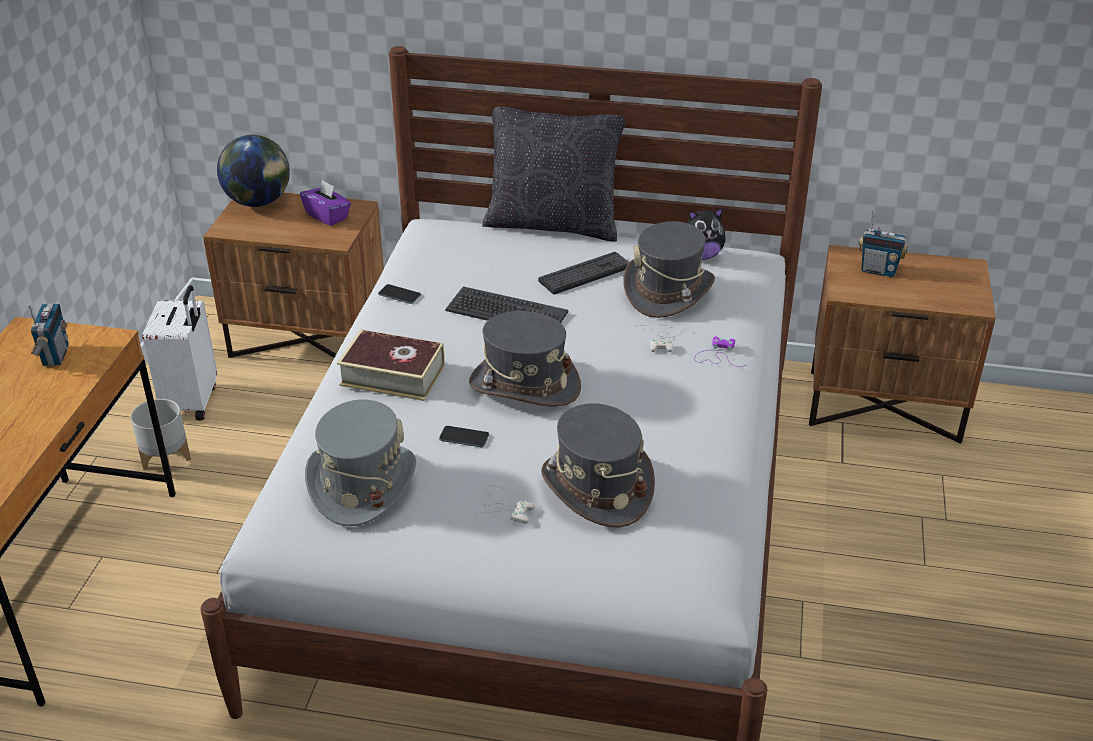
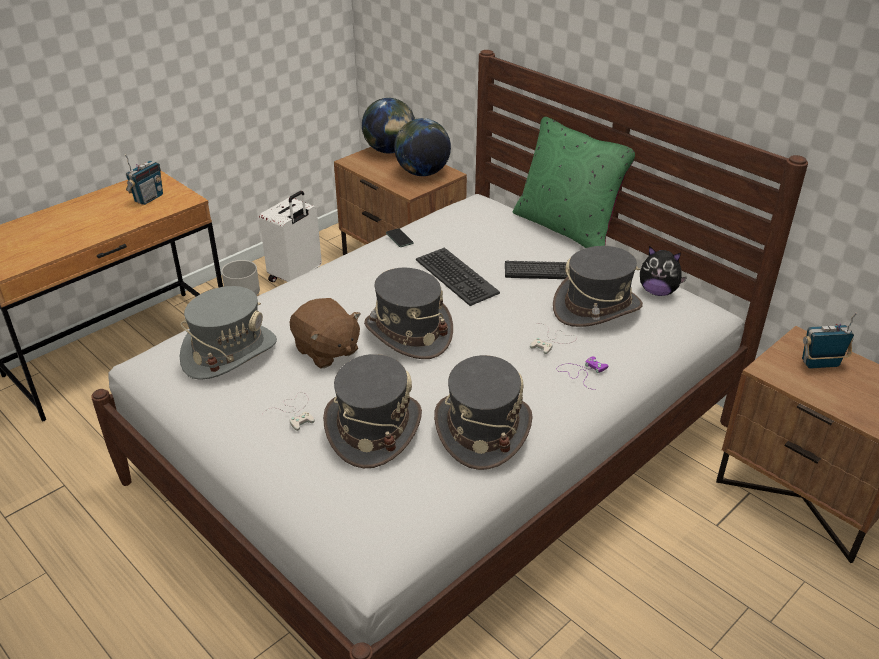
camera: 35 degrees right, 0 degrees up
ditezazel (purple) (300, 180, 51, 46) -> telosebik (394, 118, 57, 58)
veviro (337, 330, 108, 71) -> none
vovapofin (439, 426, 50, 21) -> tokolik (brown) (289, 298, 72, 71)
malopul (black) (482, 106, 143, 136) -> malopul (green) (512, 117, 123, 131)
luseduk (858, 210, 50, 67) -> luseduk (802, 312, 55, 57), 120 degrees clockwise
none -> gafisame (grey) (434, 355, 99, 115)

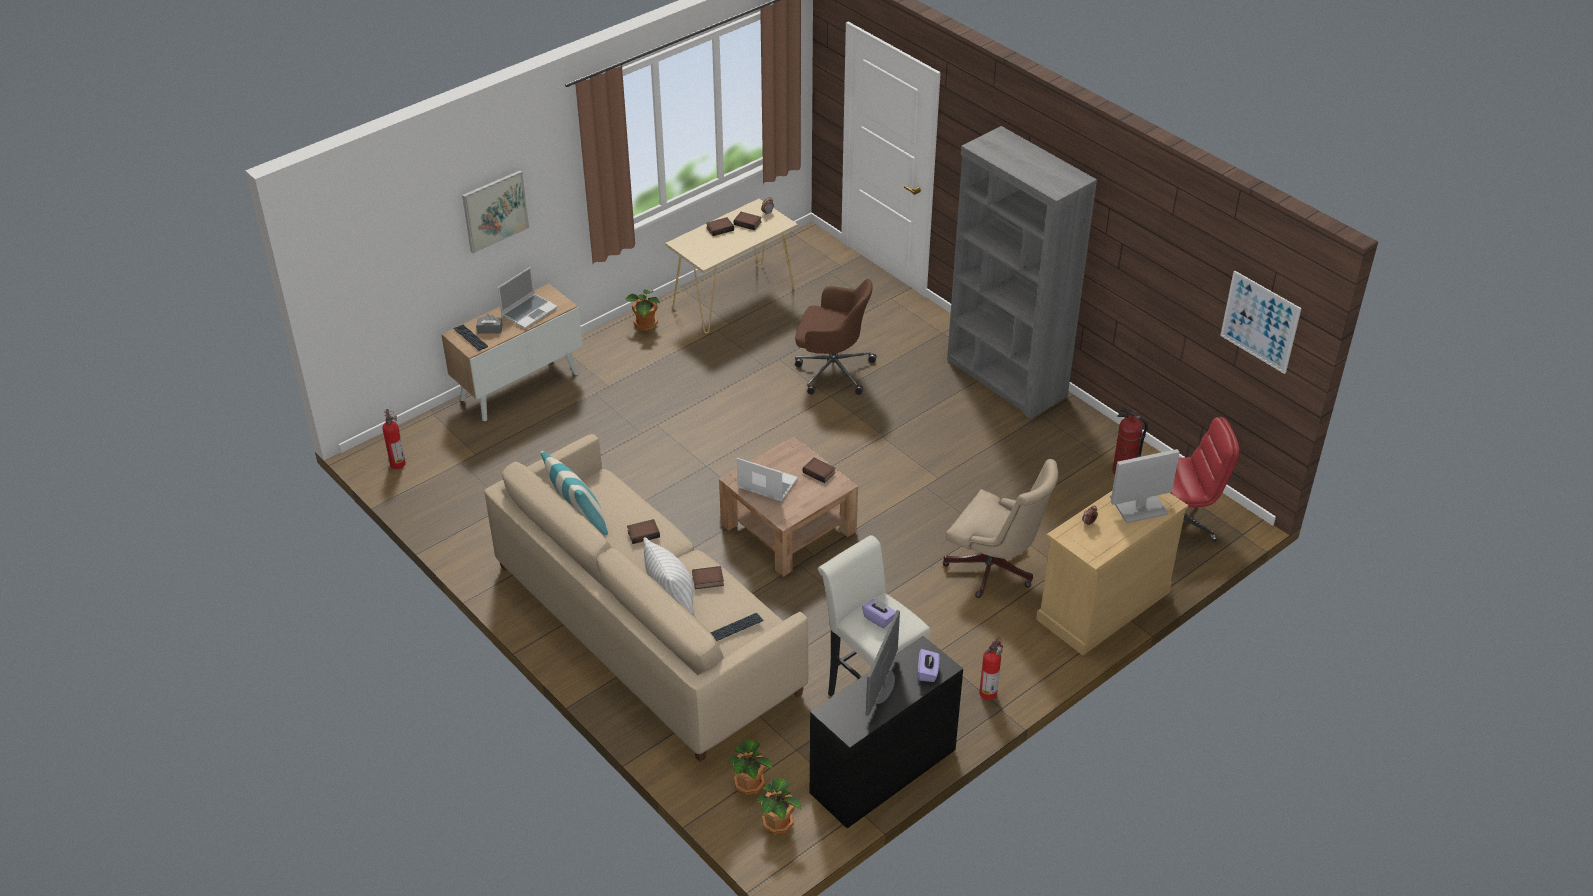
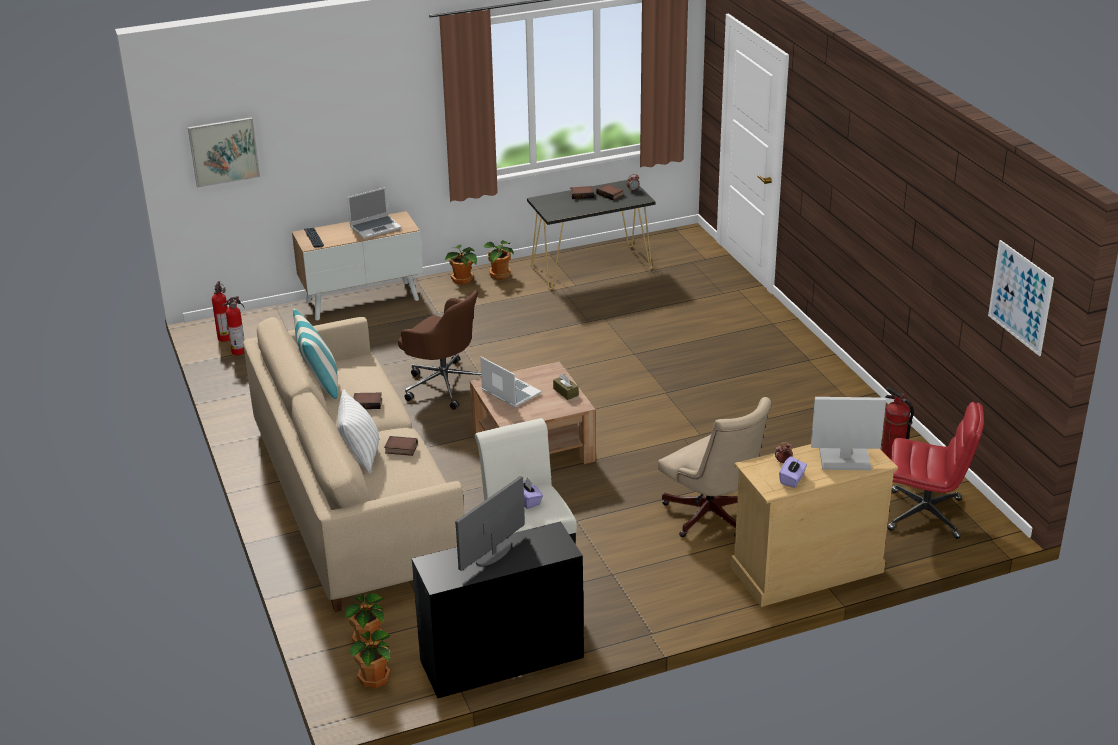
camera: 20 degrees right, 10 degrees down
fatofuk (462, 170, 67, 83) -> fatofuk (188, 117, 72, 71), moved
ditezazel (grey) (476, 314, 27, 20) -> none
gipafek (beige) (665, 199, 133, 134) -> gipafek (black) (527, 180, 129, 109)
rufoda (711, 613, 53, 28) -> none
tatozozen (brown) (795, 279, 82, 116) -> tatozozen (brown) (398, 290, 83, 120), moved
veviro (802, 457, 34, 26) -> ditezazel (brown) (553, 374, 26, 26)
ditezazel (purple) (918, 649, 21, 33) -> ditezazel (purple) (779, 456, 28, 32), moved
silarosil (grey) (947, 126, 150, 293) -> none
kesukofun (979, 637, 24, 63) -> kesukofun (222, 296, 22, 59), moved
none -> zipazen (445, 244, 32, 41)

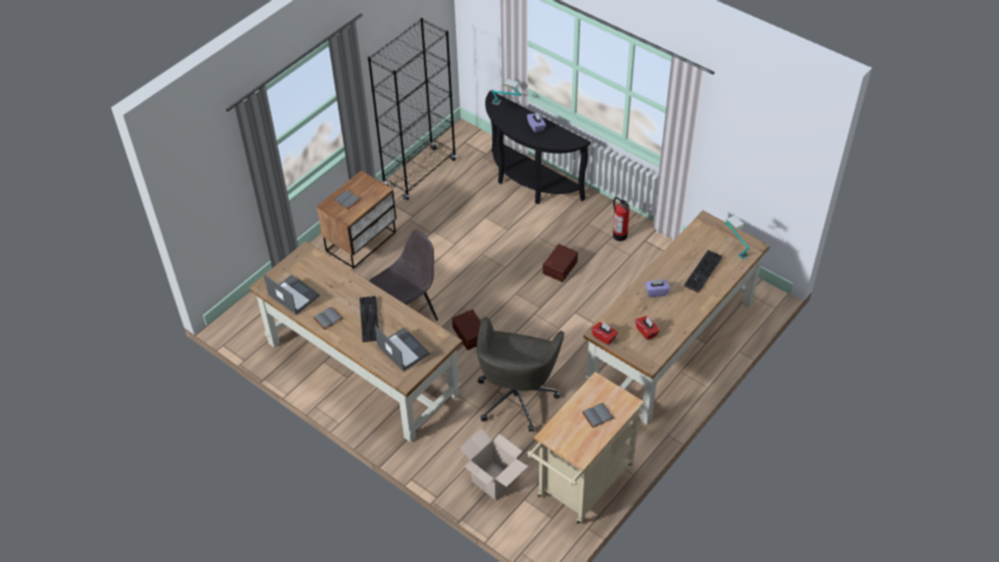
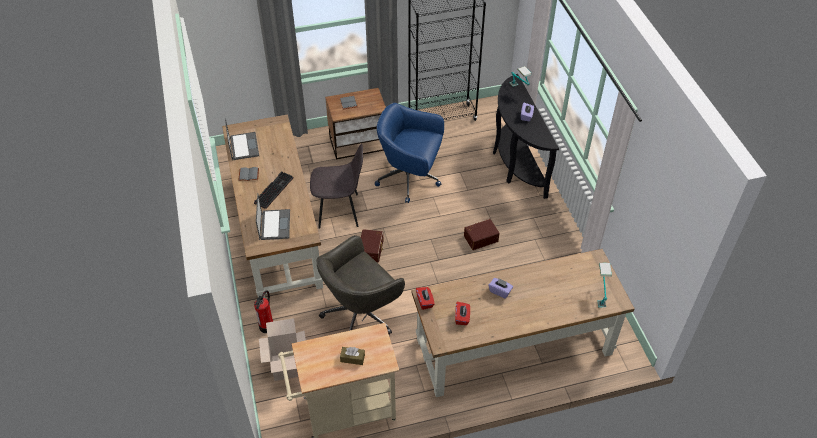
camera: 35 degrees right, 0 degrees up
veviro (grey) (582, 403, 32, 25) -> ditezazel (brown) (340, 347, 25, 18)
kesukofun (613, 197, 17, 44) -> kesukofun (254, 290, 19, 43), moved
rufoda (684, 250, 38, 43) -> none
none -> tatozozen (blue) (375, 103, 69, 100)

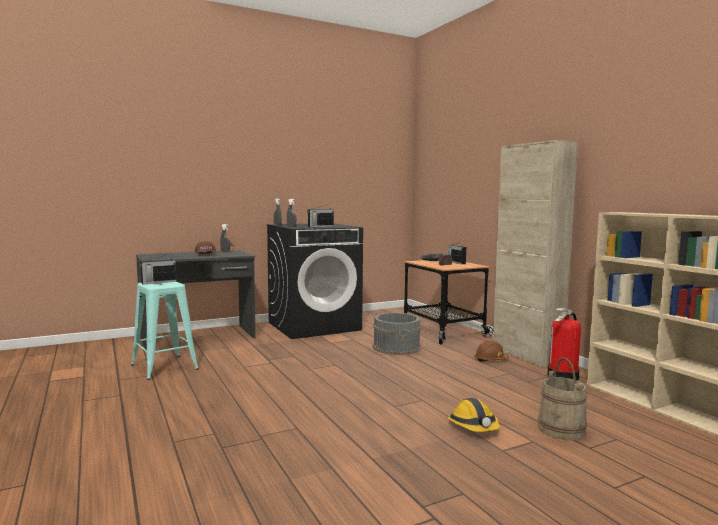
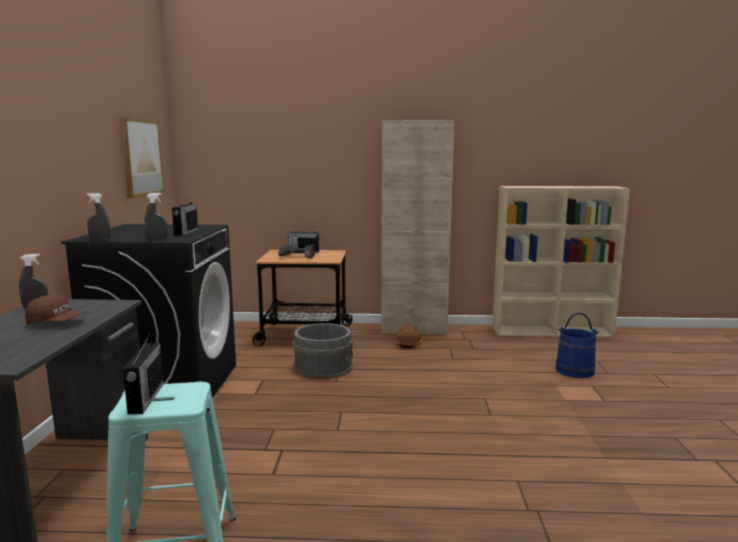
camera: 60 degrees left, 5 degrees up
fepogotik (448, 398, 52, 34) -> none
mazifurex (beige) (538, 358, 49, 83) -> mazifurex (blue) (556, 312, 43, 66)
kesukofun (547, 308, 34, 73) -> none
none -> fatofuk (119, 117, 45, 81)

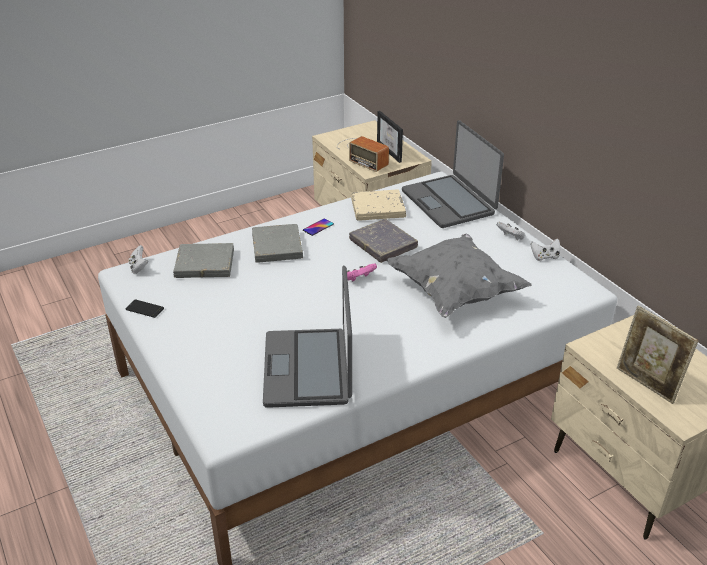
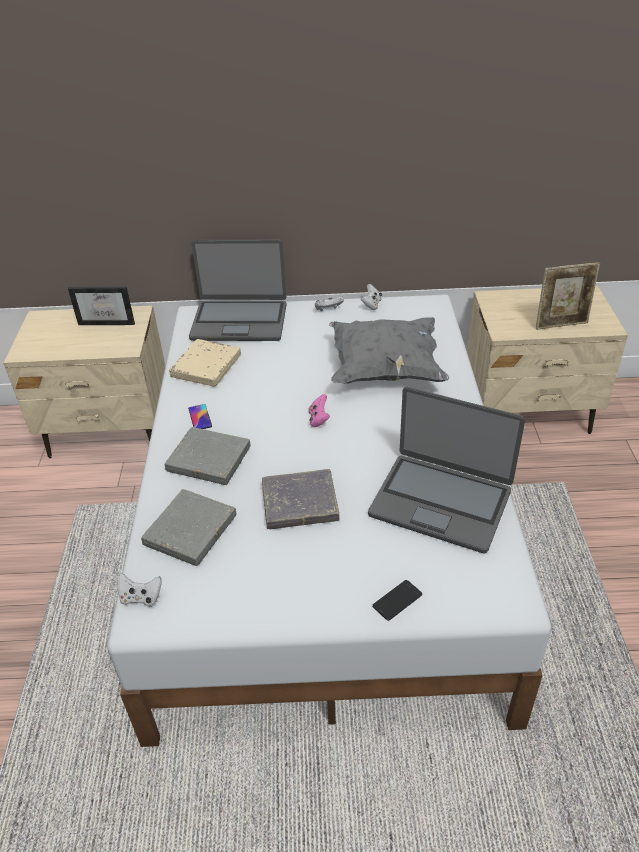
camera: 60 degrees left, 5 degrees up
vovapofin (125, 300, 39, 18) -> vovapofin (372, 580, 50, 41), moved
luseduk (337, 136, 52, 36) -> none
veviro (grey) (349, 219, 69, 44) -> veviro (grey) (262, 469, 78, 60), moved

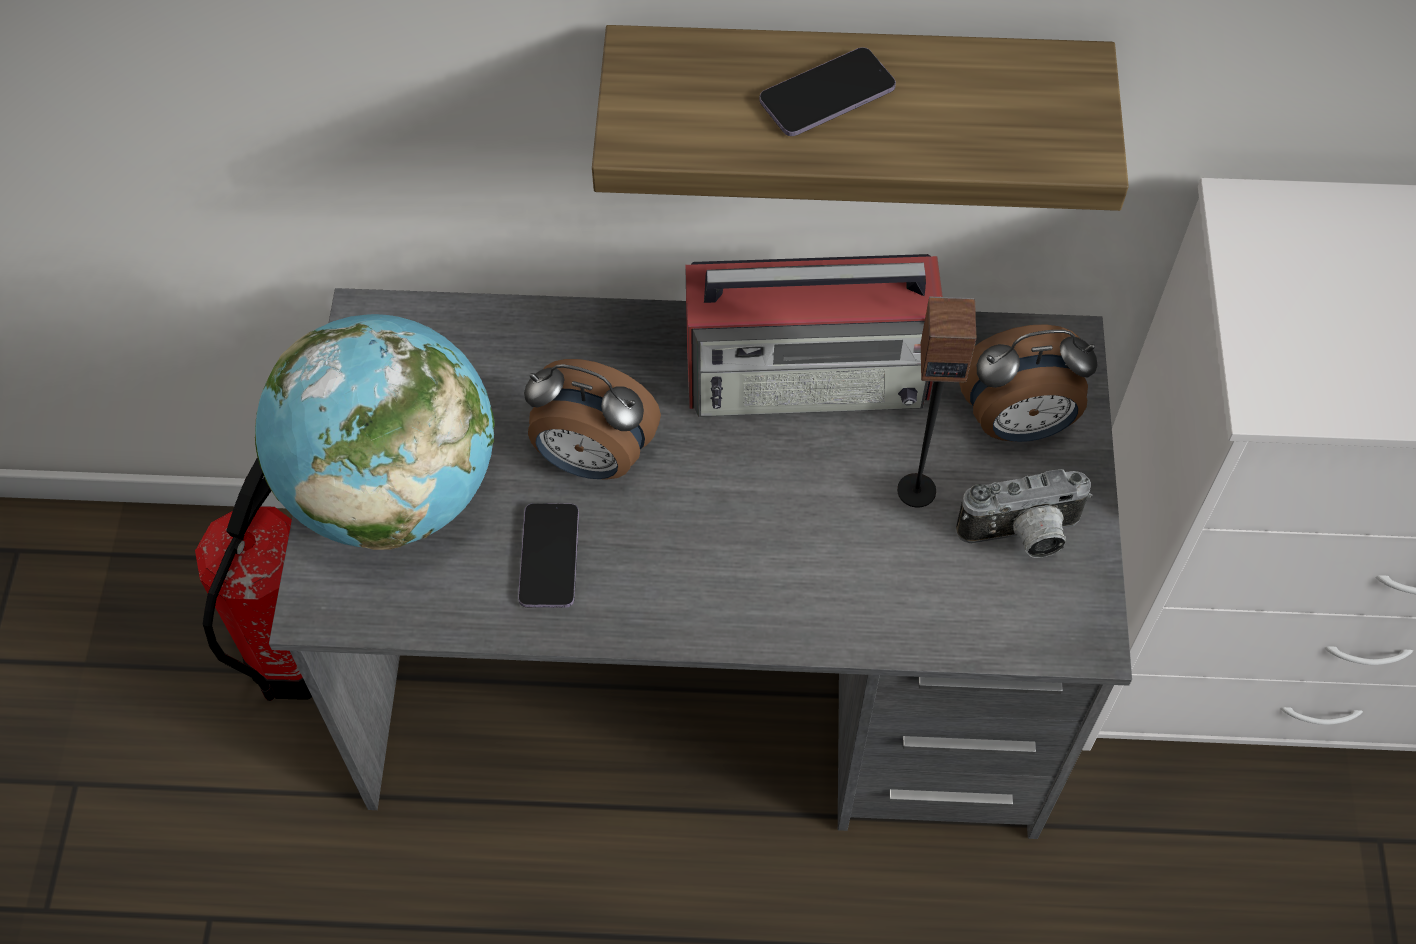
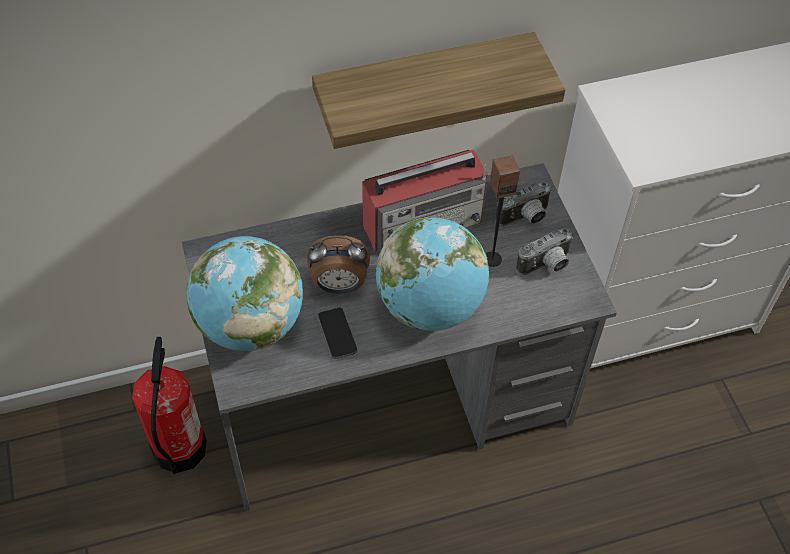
camera: 20 degrees left, 5 degrees down
vovapofin (759, 47, 137, 89) -> none
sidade (959, 324, 139, 118) -> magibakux (496, 182, 56, 44)
none -> telosebik (376, 217, 113, 114)

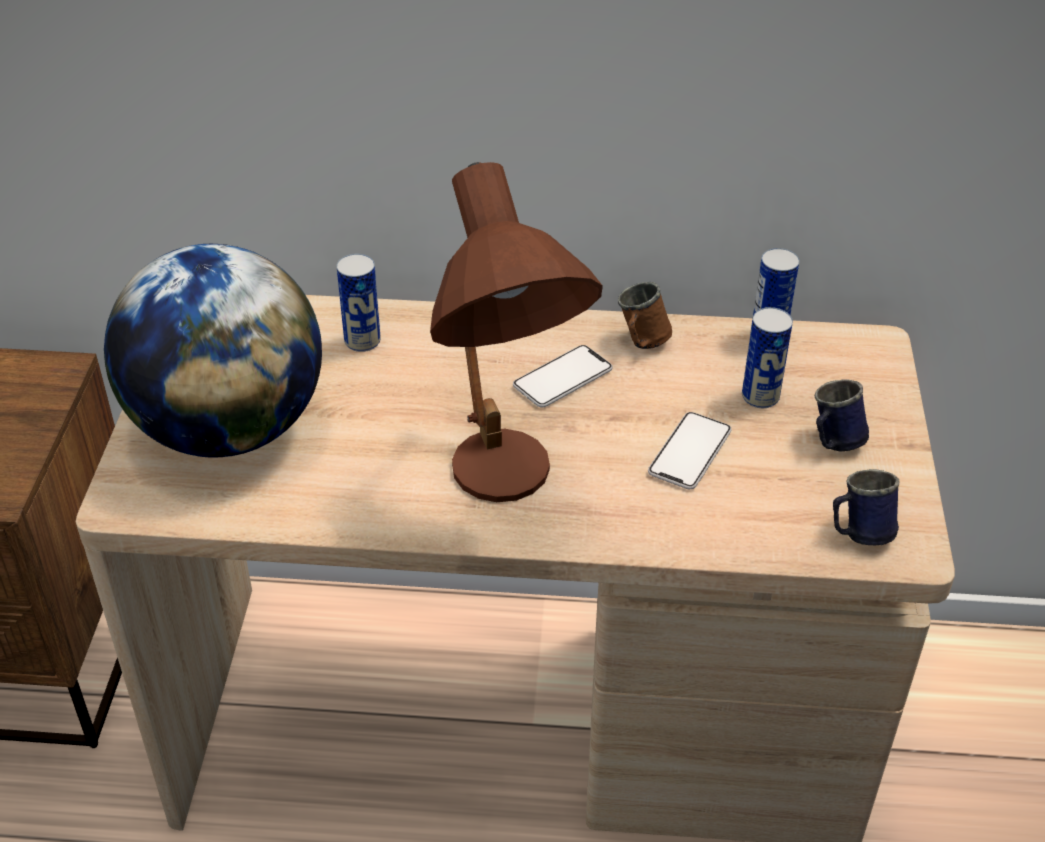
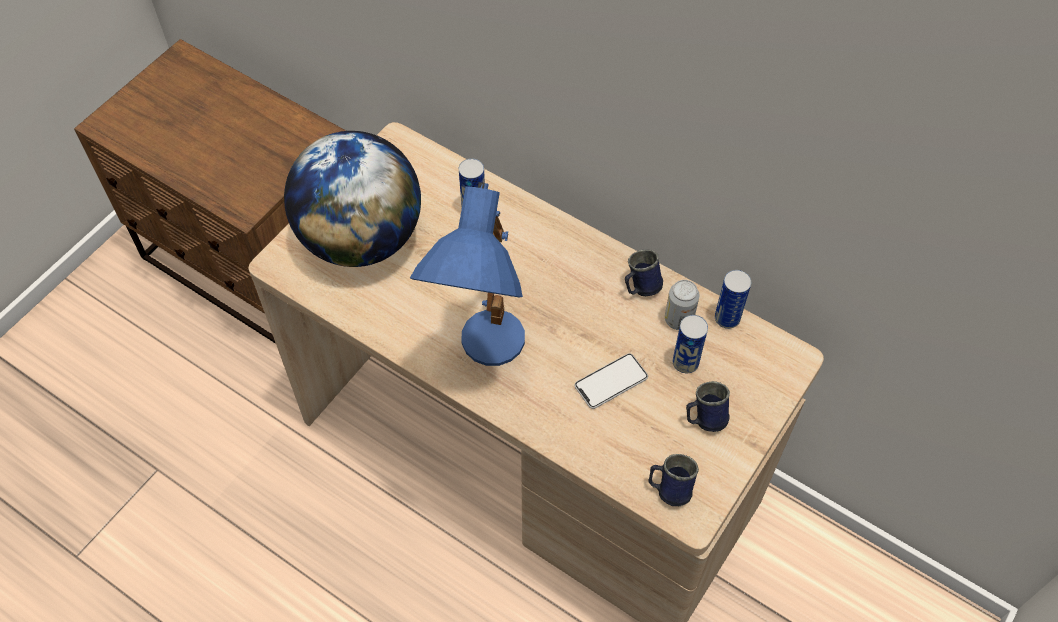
camera: 30 degrees right, 15 degrees up
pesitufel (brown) (430, 162, 173, 340) -> pesitufel (blue) (410, 182, 115, 184)
vovapofin (513, 345, 100, 63) -> none
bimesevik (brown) (618, 282, 54, 67) -> bimesevik (blue) (625, 249, 38, 47)
none -> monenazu (665, 280, 34, 50)

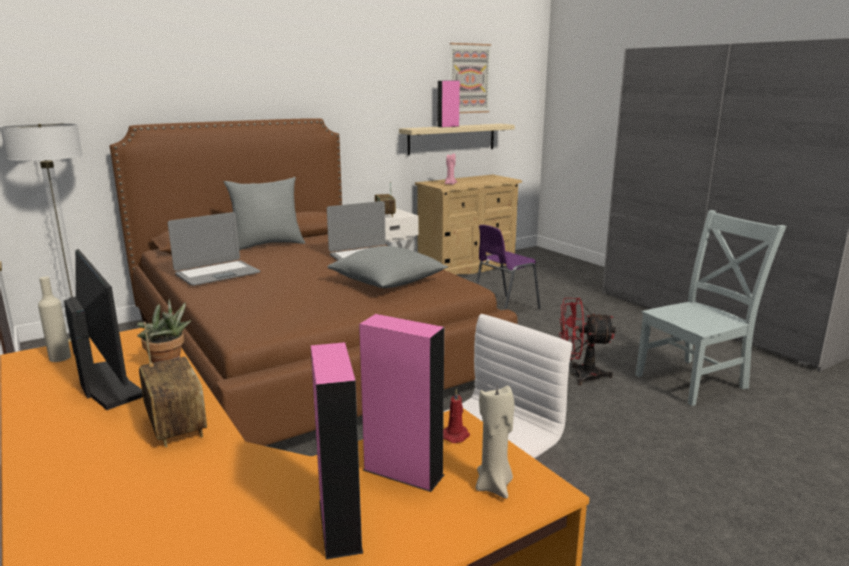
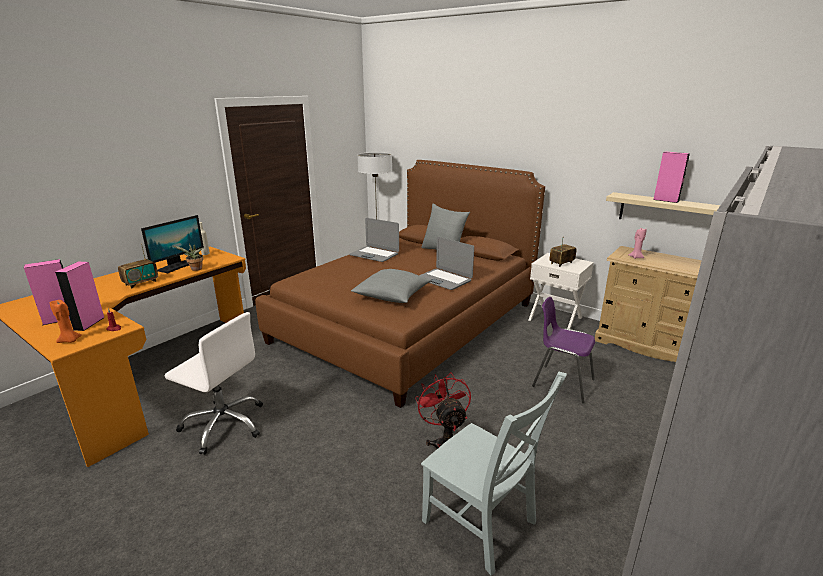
camera: 70 degrees right, 5 degrees up
fatofuk (450, 43, 41, 70) -> none
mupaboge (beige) (476, 385, 38, 114) -> mupaboge (orange) (50, 300, 31, 43)

